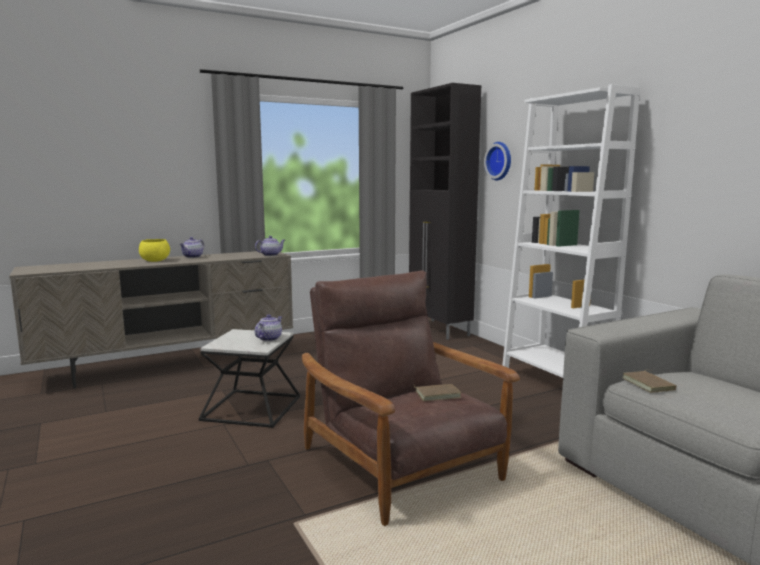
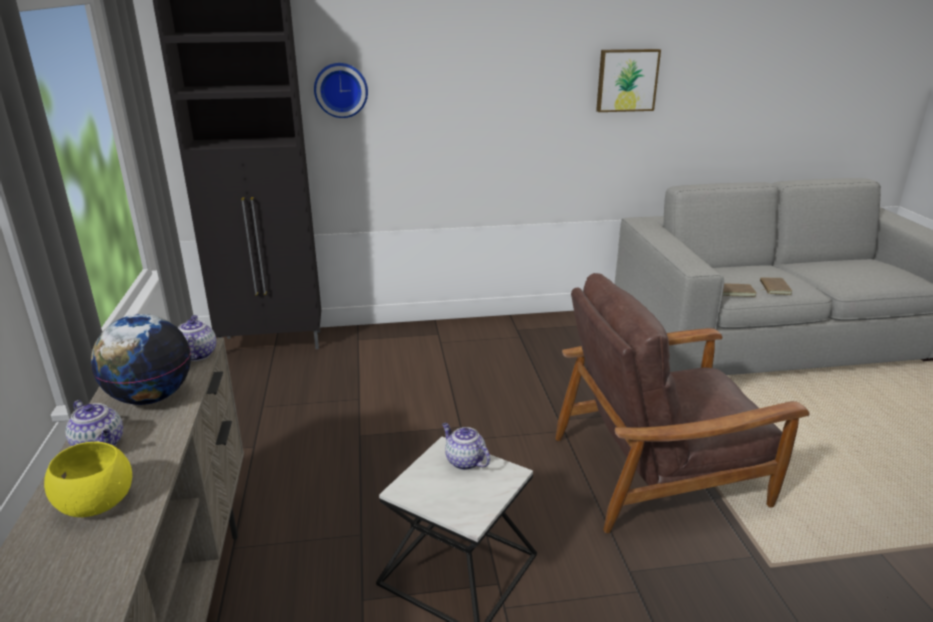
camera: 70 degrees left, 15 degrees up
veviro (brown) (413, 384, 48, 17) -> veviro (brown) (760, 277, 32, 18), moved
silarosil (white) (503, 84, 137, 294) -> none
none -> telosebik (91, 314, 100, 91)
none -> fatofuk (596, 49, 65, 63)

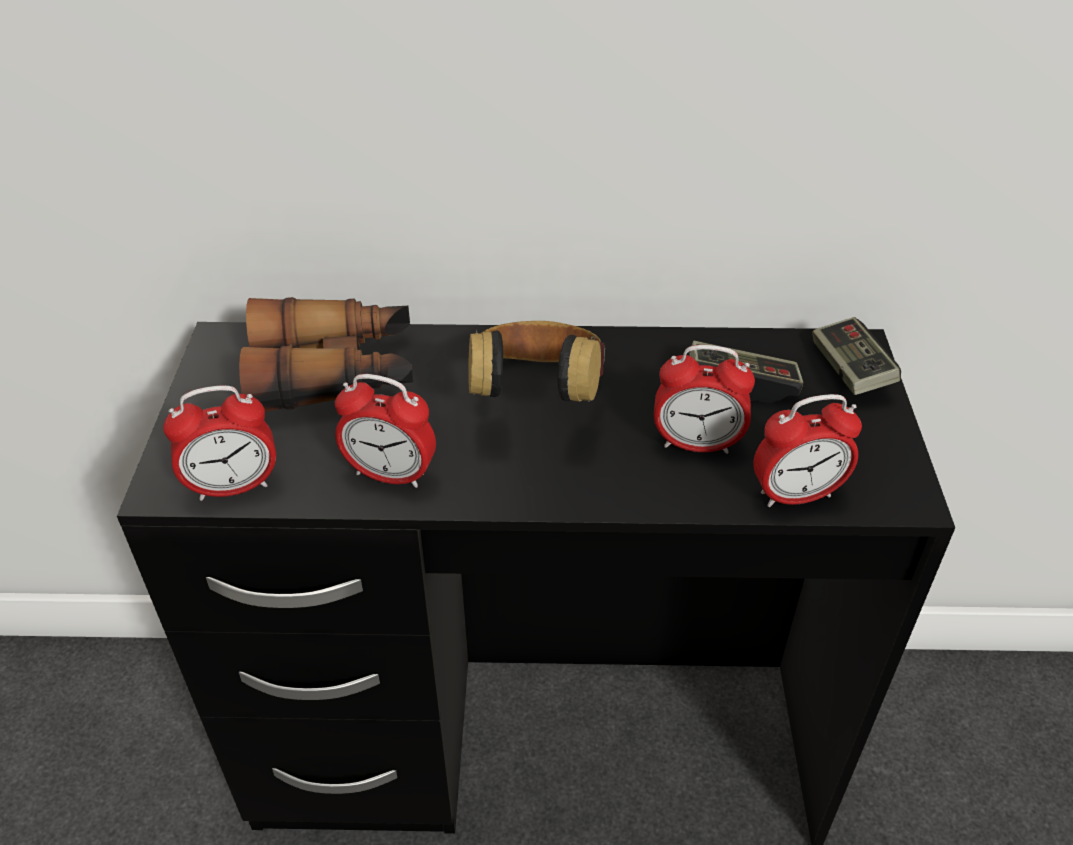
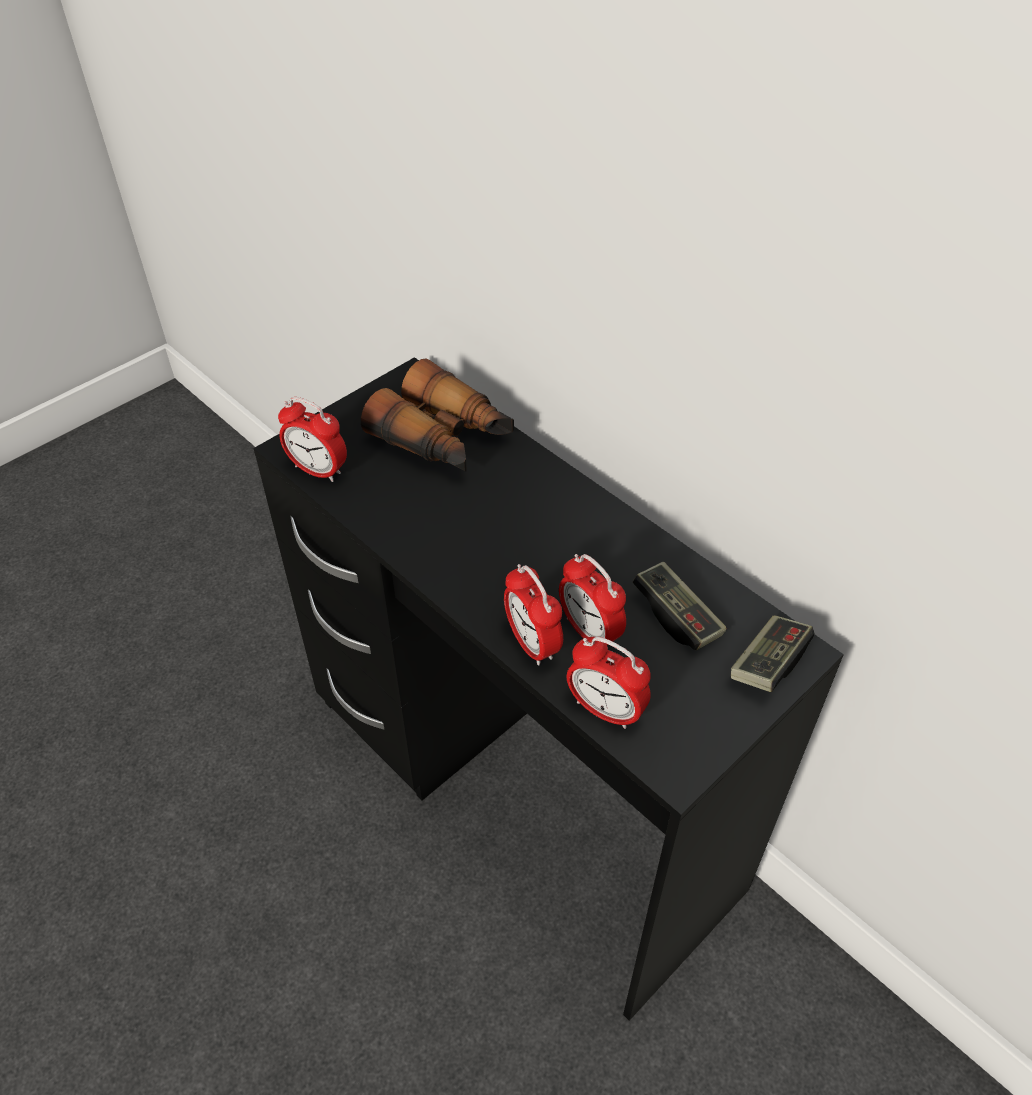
camera: 45 degrees right, 5 degrees up
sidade (335, 374, 101, 114) -> sidade (504, 564, 59, 102), moved
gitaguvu (468, 321, 137, 81) -> none

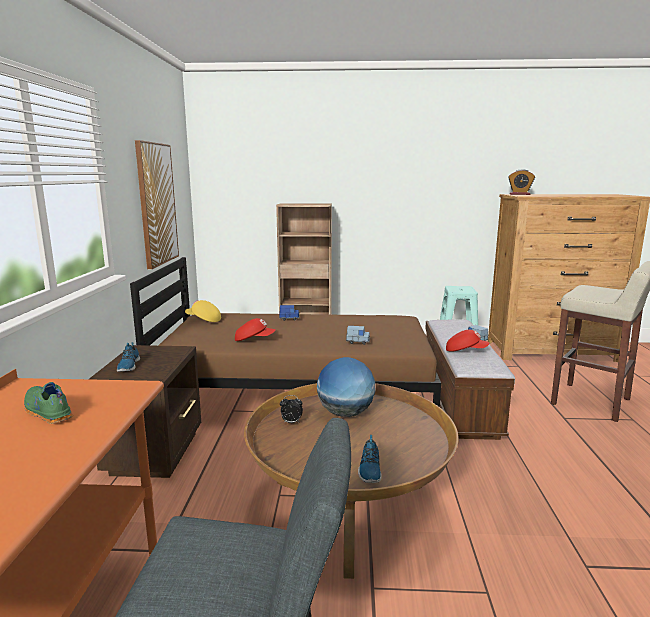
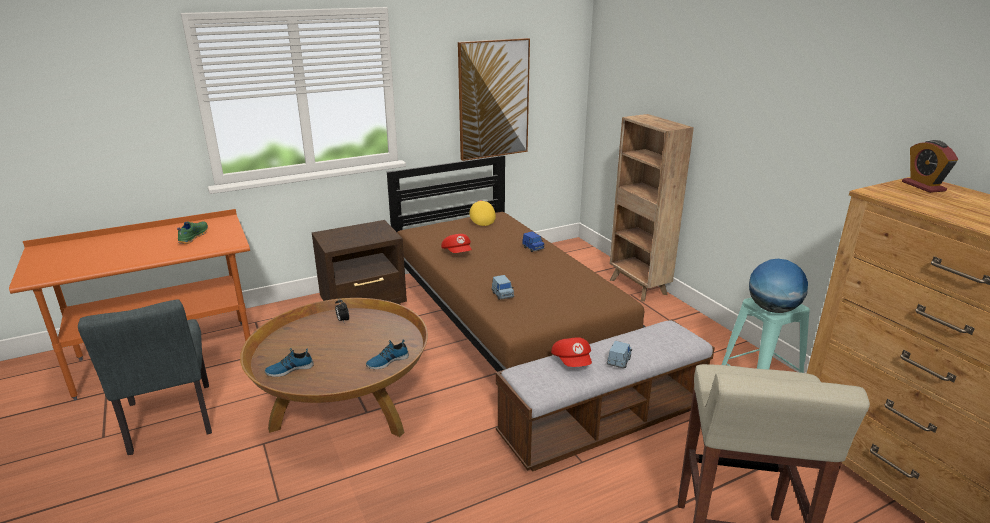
camera: 60 degrees right, 10 degrees up
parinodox (117, 342, 23, 30) -> parinodox (366, 339, 43, 30), moved
telosebik (317, 357, 58, 60) -> telosebik (749, 259, 59, 54), moved

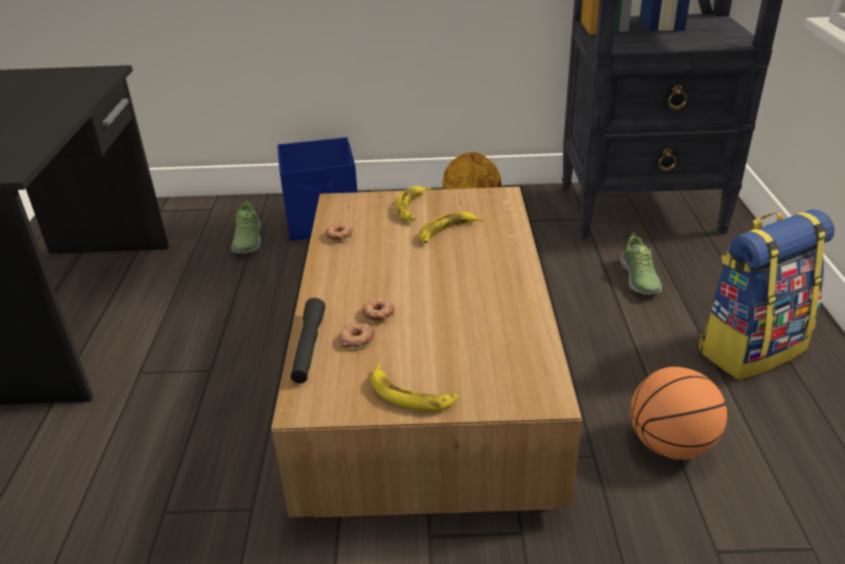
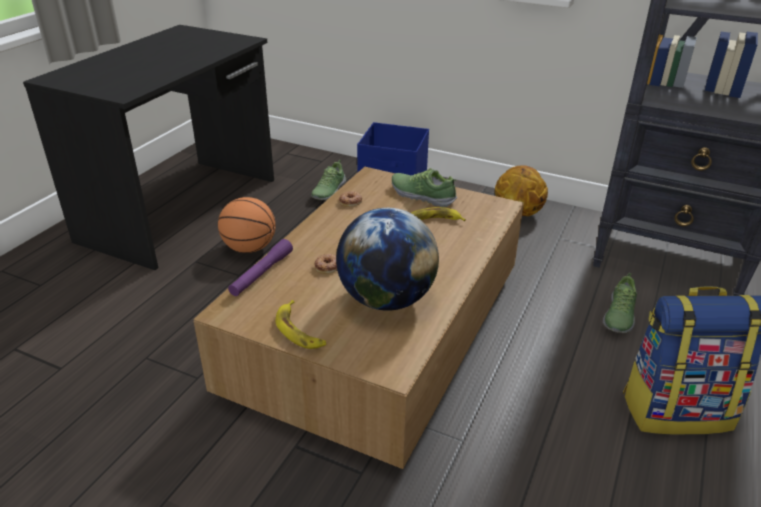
camera: 25 degrees right, 0 degrees up
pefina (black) (291, 298, 34, 85) -> pefina (purple) (228, 239, 65, 57)
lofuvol (339, 323, 36, 28) -> none
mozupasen (395, 186, 36, 35) -> parinodox (392, 168, 65, 39)
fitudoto (630, 367, 97, 93) -> fitudoto (218, 197, 58, 56), moved
none -> telosebik (336, 208, 103, 103)

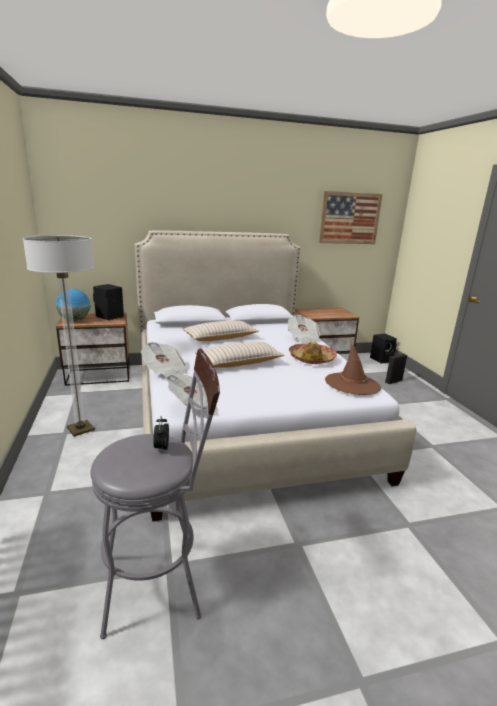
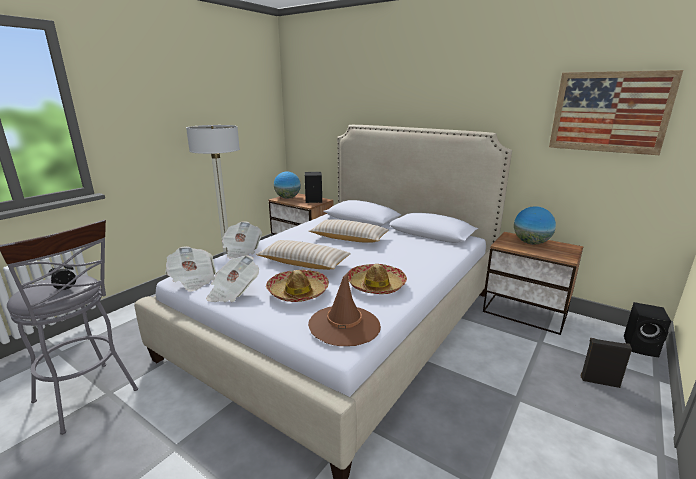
camera: 50 degrees right, 0 degrees up
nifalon (288, 315, 33, 29) -> nifalon (206, 256, 53, 46), moved
none -> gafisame (266, 270, 63, 32)
none -> telosebik (514, 206, 42, 39)

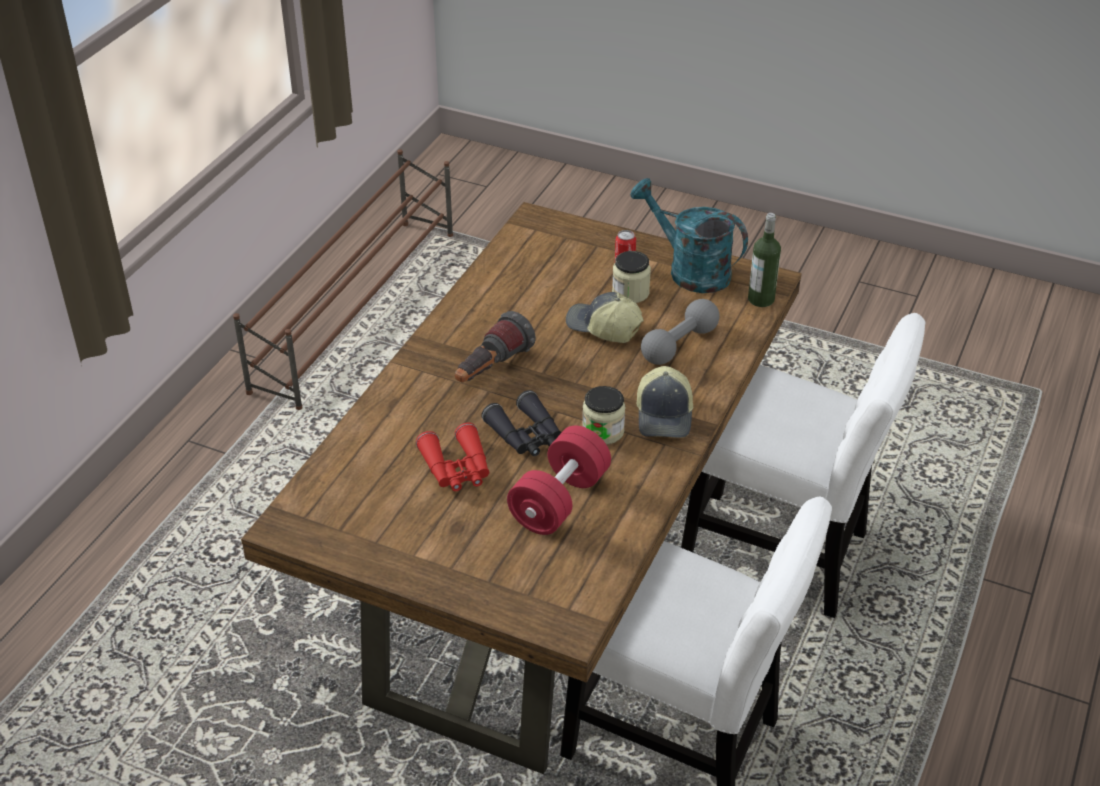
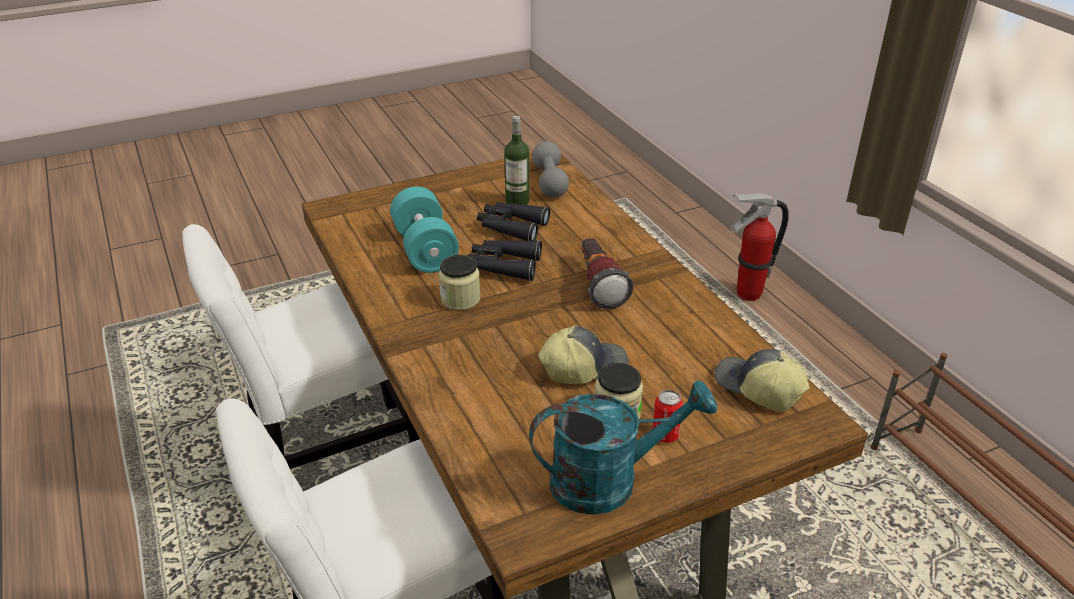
camera: 130 degrees right, 5 degrees down
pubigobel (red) (416, 423, 73, 68) -> pubigobel (black) (477, 202, 73, 39)
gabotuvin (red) (507, 426, 104, 109) -> gabotuvin (turquoise) (390, 186, 69, 87)
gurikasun (637, 366, 56, 72) -> gurikasun (715, 349, 95, 63), moved
gabotuvin (grey) (641, 299, 79, 66) -> gabotuvin (grey) (532, 141, 37, 57), moved
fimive (748, 213, 33, 94) -> fimive (504, 116, 25, 89), moved
none -> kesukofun (730, 193, 59, 108)

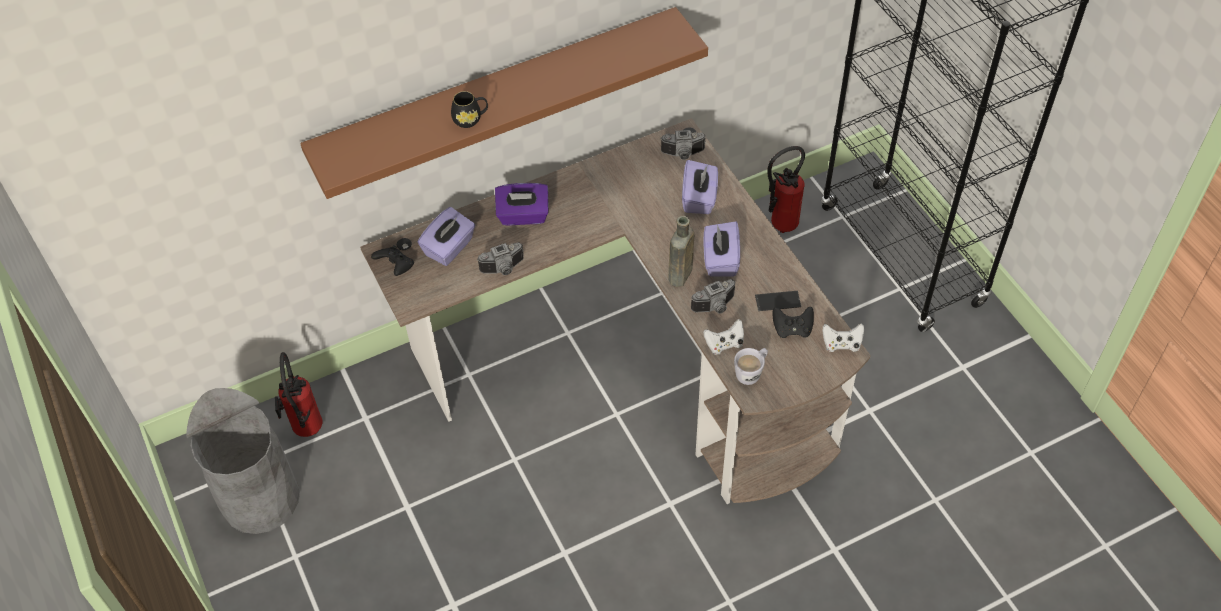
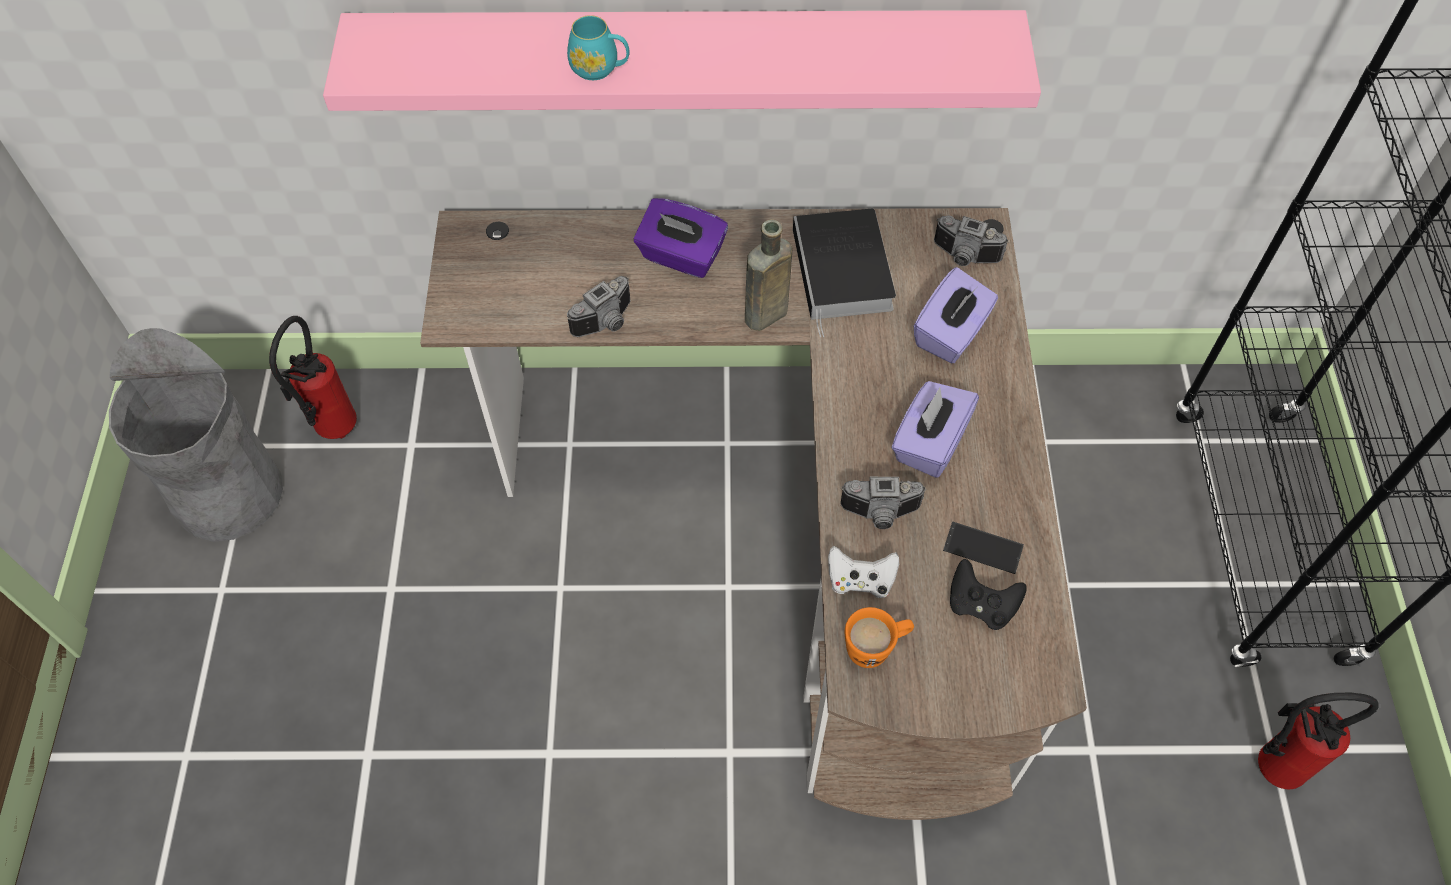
camera: 25 degrees right, 5 degrees up
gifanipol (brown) (300, 7, 408, 192) -> gifanipol (pink) (323, 10, 718, 101)
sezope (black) (371, 246, 43, 30) -> none
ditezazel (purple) (418, 207, 58, 59) -> none
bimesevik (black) (451, 91, 37, 37) -> bimesevik (turquoise) (567, 15, 63, 65)
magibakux (477, 242, 47, 33) -> magibakux (567, 276, 63, 61), 45 degrees counterclockwise
fimive (brown) (668, 216, 26, 71) -> fimive (brown) (745, 219, 47, 112), moved
bimesevik (white) (734, 348, 34, 37) -> bimesevik (orange) (845, 607, 69, 61)
kesukofun (767, 146, 38, 87) -> kesukofun (1258, 693, 121, 96), moved
sezope (white) (822, 323, 42, 29) -> none
none -> veviro (793, 209, 103, 128)

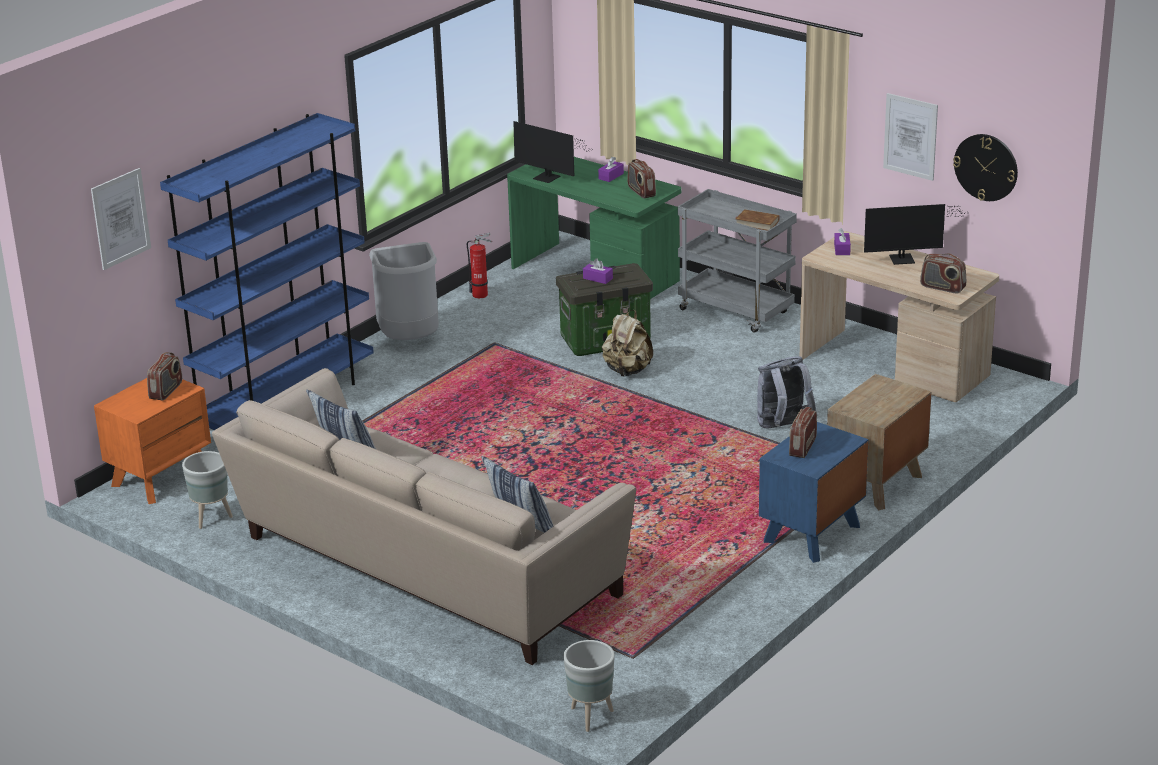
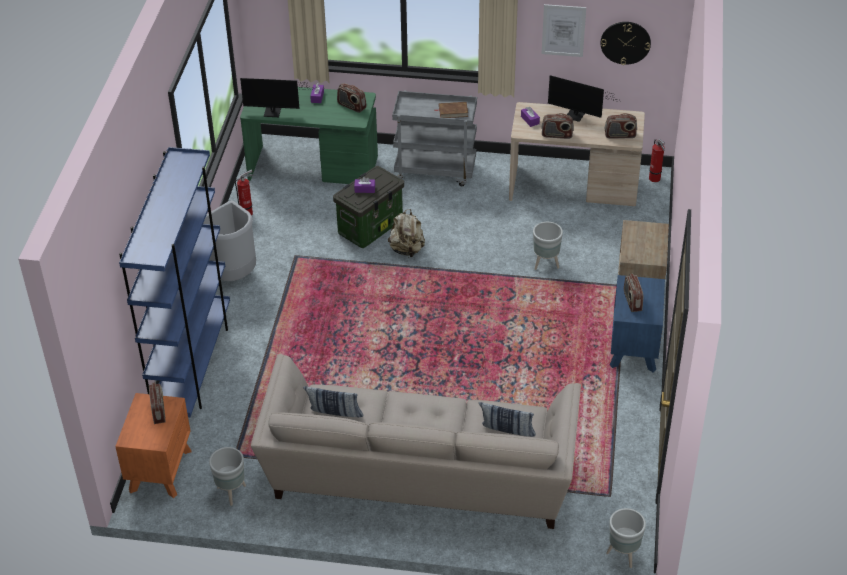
camera: 30 degrees left, 15 degrees up
fatofuk (91, 168, 60, 102) -> none
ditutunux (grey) (757, 356, 59, 73) -> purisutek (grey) (533, 222, 30, 48)
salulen (864, 204, 107, 61) -> salulen (548, 75, 73, 47), 60 degrees clockwise
none -> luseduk (541, 113, 33, 26)
none -> kesukofun (649, 139, 16, 43)

